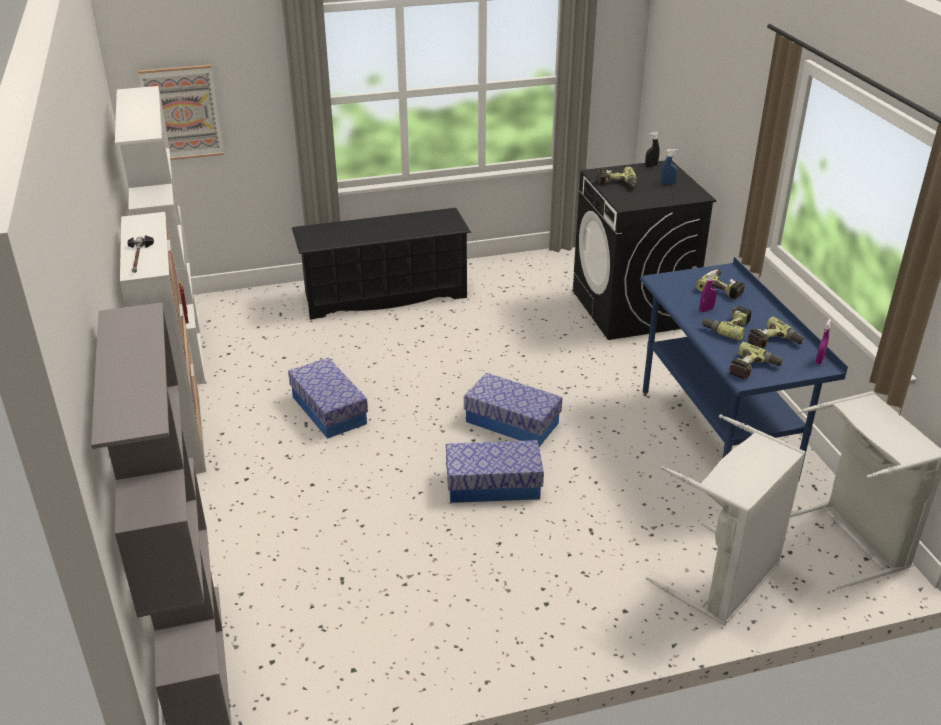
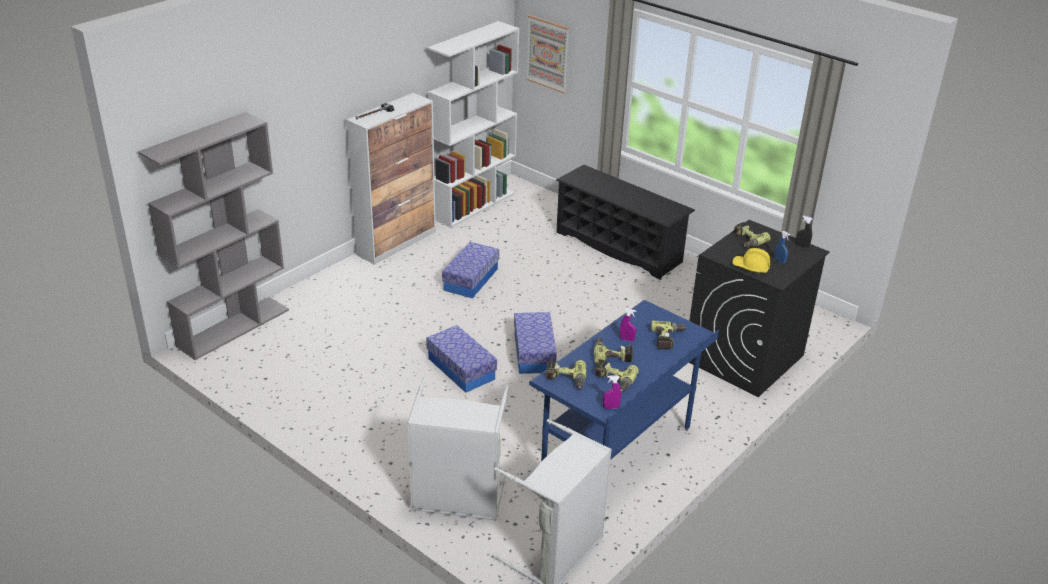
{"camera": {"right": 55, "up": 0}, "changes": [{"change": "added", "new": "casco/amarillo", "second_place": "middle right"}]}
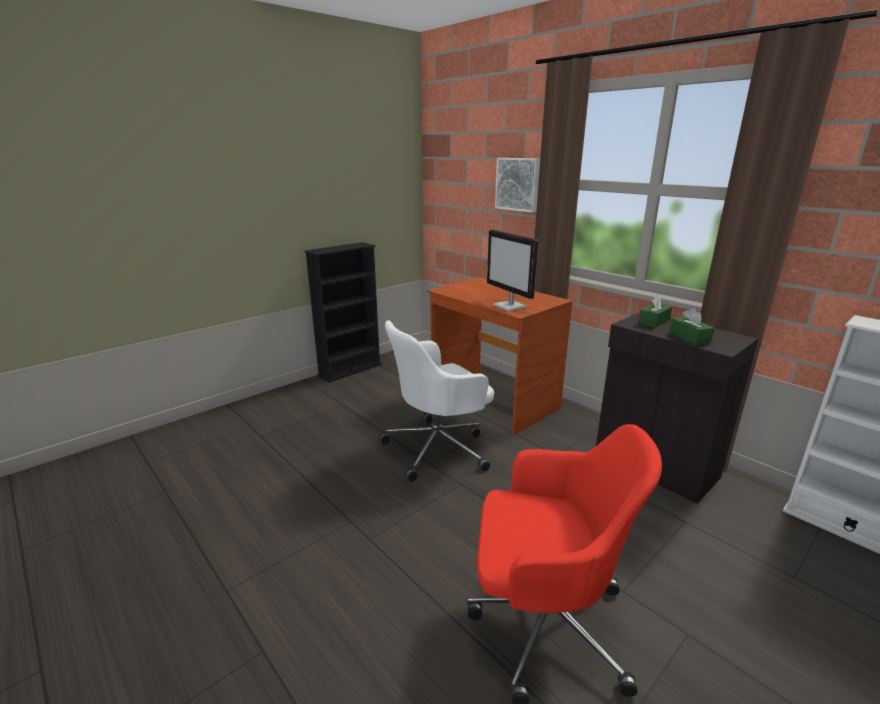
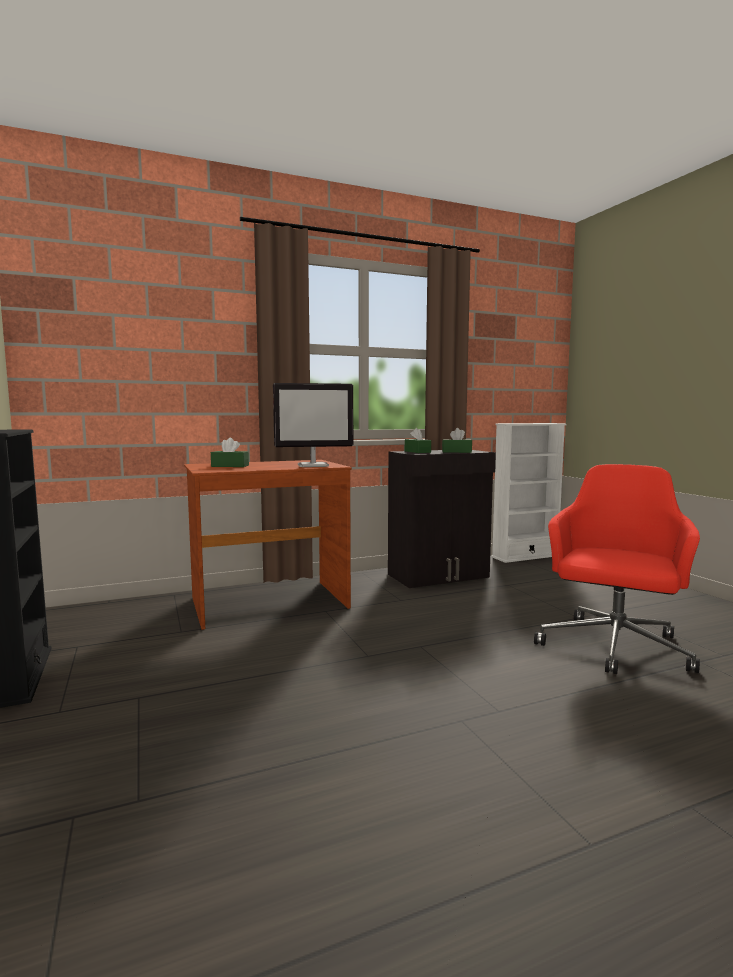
{"camera": {"right": -70, "up": -15}, "changes": [{"change": "removed", "old": "silla de oficina/blanco", "first_place": "centre"}, {"change": "removed", "old": "cuadro", "first_place": "top centre"}, {"change": "added", "new": "caja de pañuelos/verde (1st from left)", "second_place": "middle left"}]}
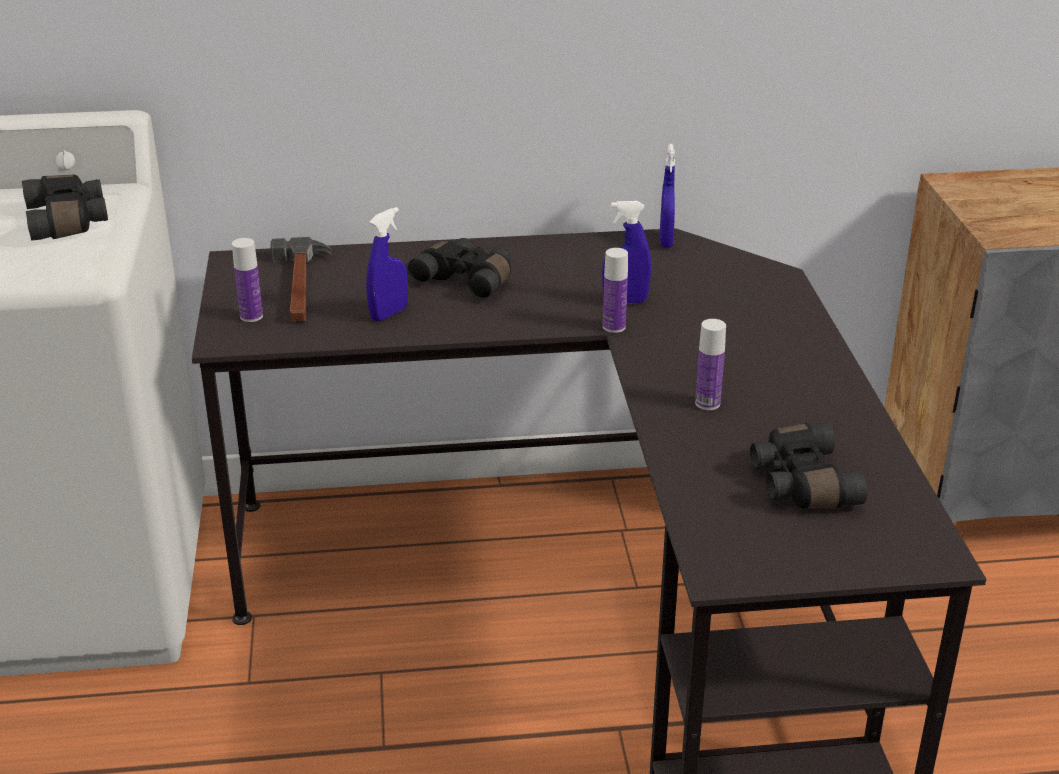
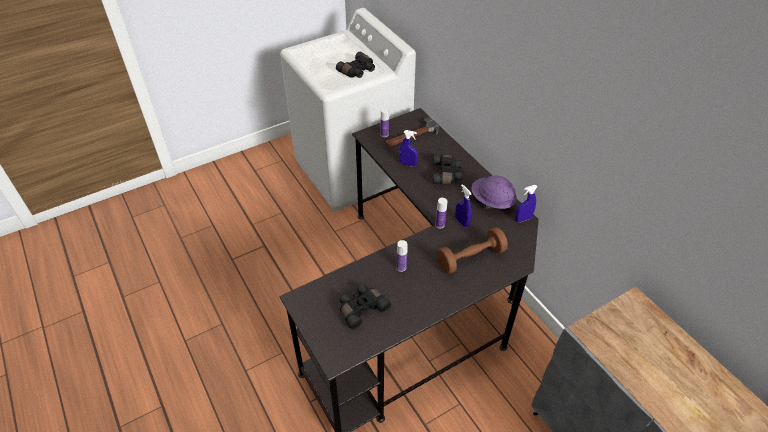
{"camera": {"right": 65, "up": 15}, "changes": [{"change": "added", "new": "mancuerna/marrón", "second_place": "centre"}, {"change": "added", "new": "casco/morado", "second_place": "centre"}]}
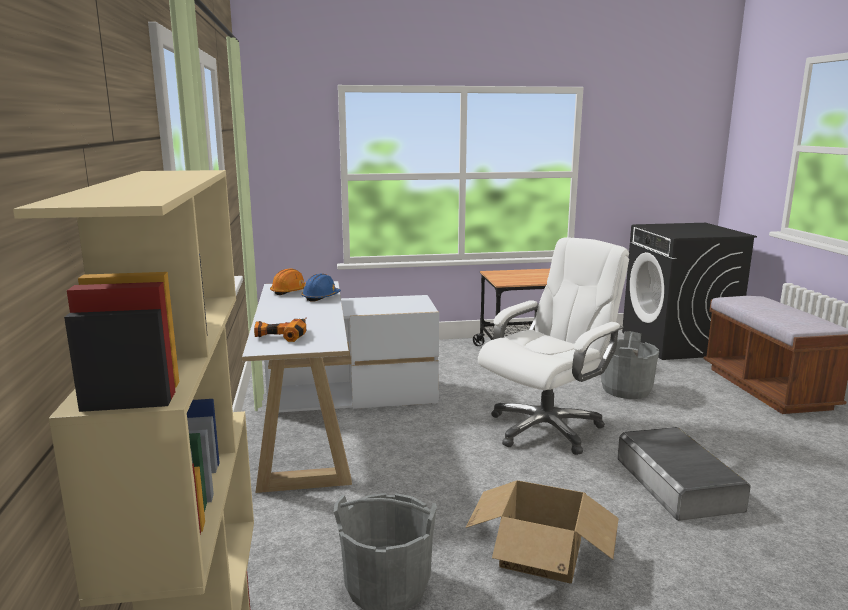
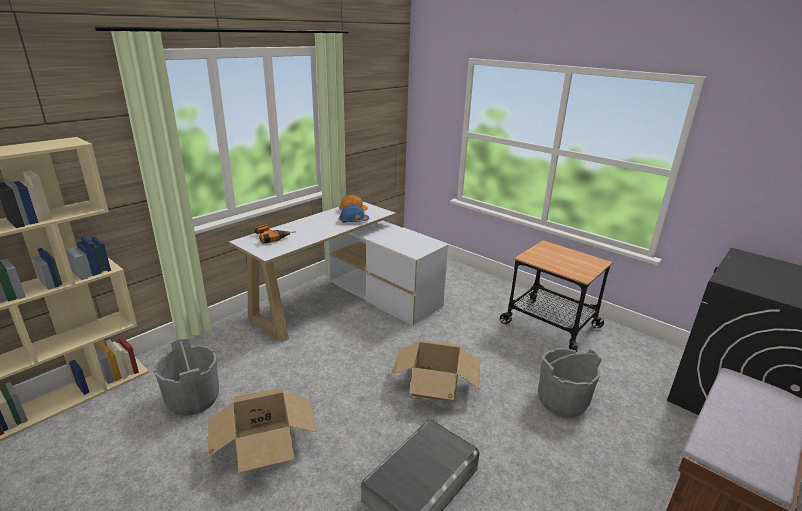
{"camera": {"right": 50, "up": 10}, "changes": [{"change": "replaced", "old": "silla de oficina/blanco", "new": "caja de cartón (2nd from left)", "first_place": "centre", "second_place": "bottom centre"}]}
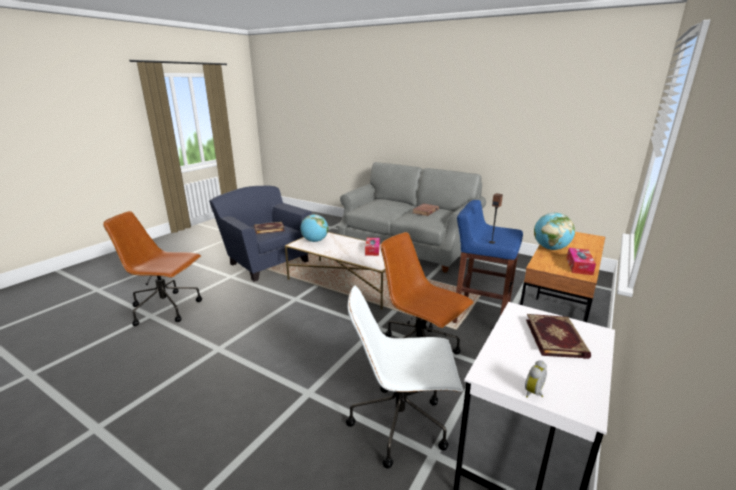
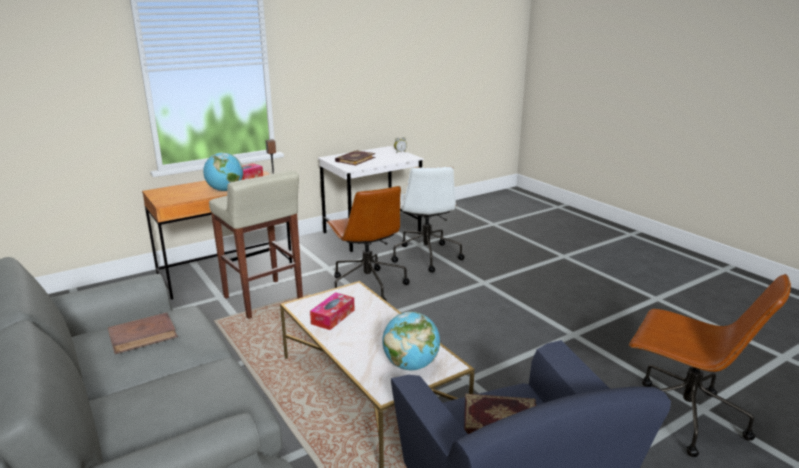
{"camera": {"right": -155, "up": 0}, "changes": [{"change": "turned", "old": "silla de oficina/blanco", "first_place": "bottom centre", "second_place": "centre", "degrees": 60}, {"change": "recoloured", "old": "taburete/azul", "new": "taburete/beis", "first_place": "centre", "second_place": "middle left"}]}
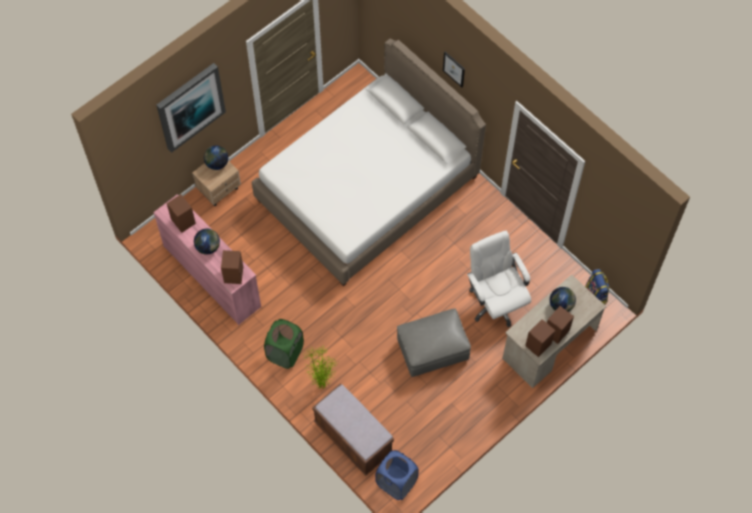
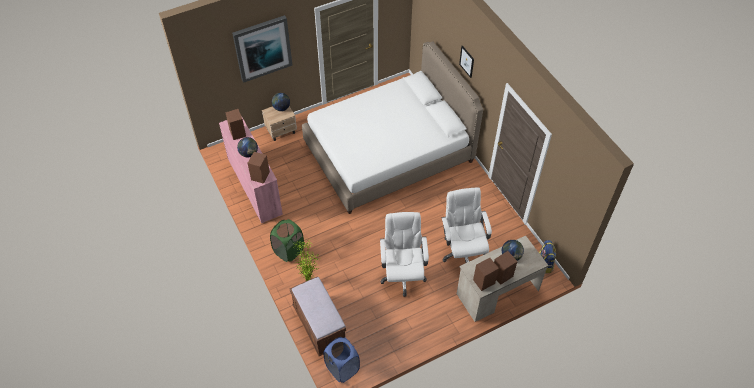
{"camera": {"right": 15, "up": -10}, "changes": [{"change": "replaced", "old": "puf/gris", "new": "silla de oficina/blanco (1st from left)", "first_place": "bottom centre", "second_place": "centre"}]}
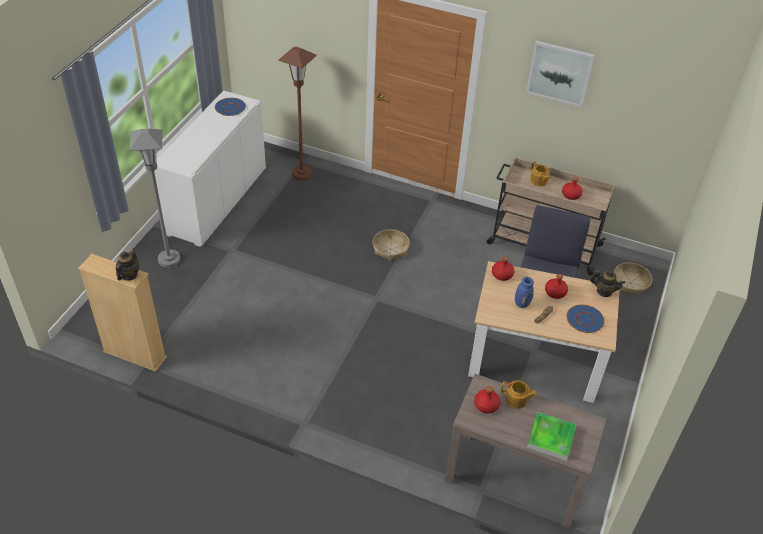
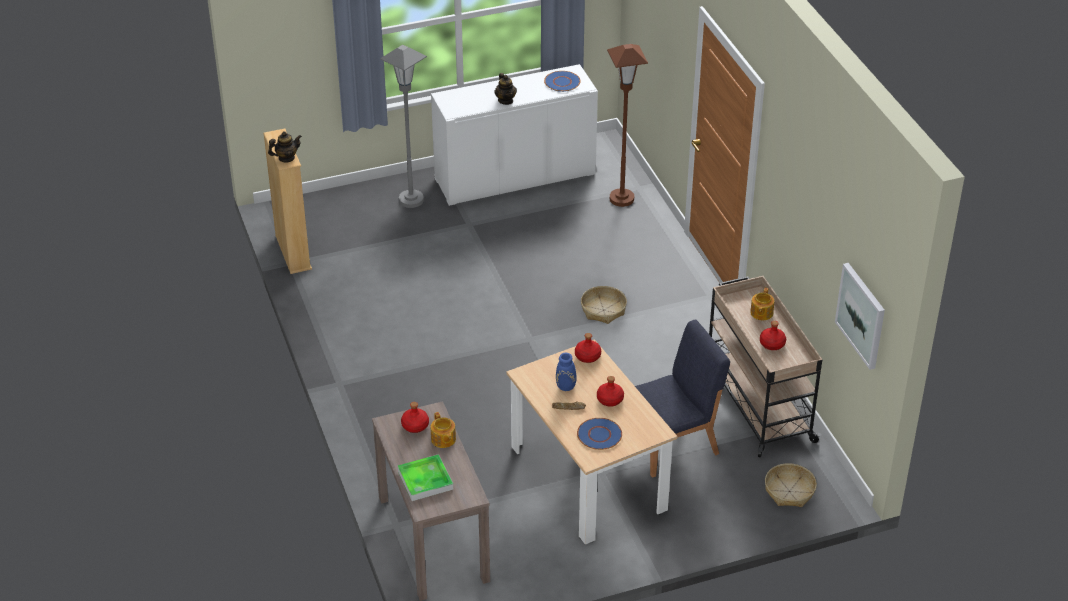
{"camera": {"right": 50, "up": -5}, "changes": [{"change": "moved", "old": "cuadro", "first_place": "top right", "second_place": "middle right"}, {"change": "moved", "old": "tetera (4th from left in the first image)", "new": "tetera (3rd from left)", "first_place": "middle right", "second_place": "top centre"}]}
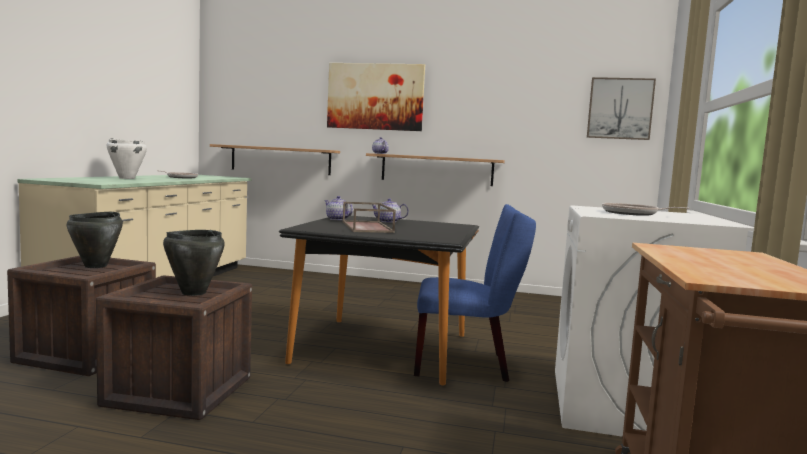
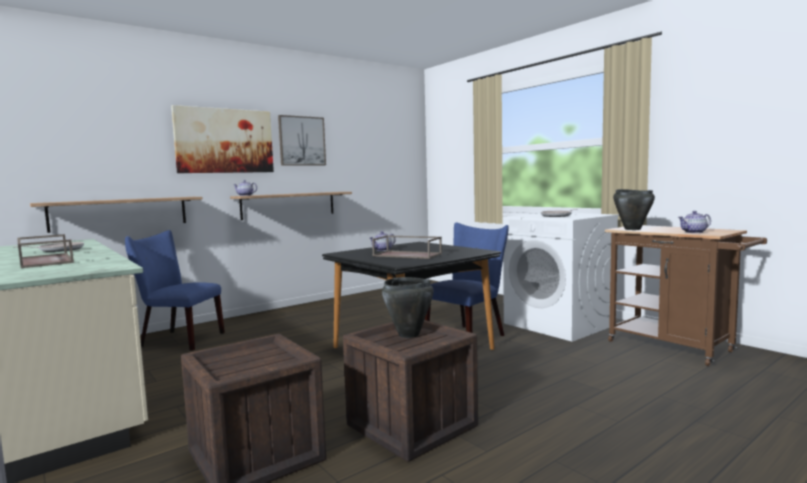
{"camera": {"right": -50, "up": 0}, "changes": [{"change": "moved", "old": "olla/negro (1st from left in the first image)", "new": "olla/negro (2nd from left)", "first_place": "middle left", "second_place": "middle right"}, {"change": "replaced", "old": "olla/blanco", "new": "bandeja/marrón (1st from left)", "first_place": "middle left", "second_place": "middle left"}, {"change": "moved", "old": "tetera (1st from left in the first image)", "new": "tetera (3rd from left)", "first_place": "centre", "second_place": "middle right"}, {"change": "moved", "old": "cuadro (2nd from left)", "first_place": "top right", "second_place": "top centre"}, {"change": "added", "new": "silla/azul (1st from left)", "second_place": "middle left"}]}
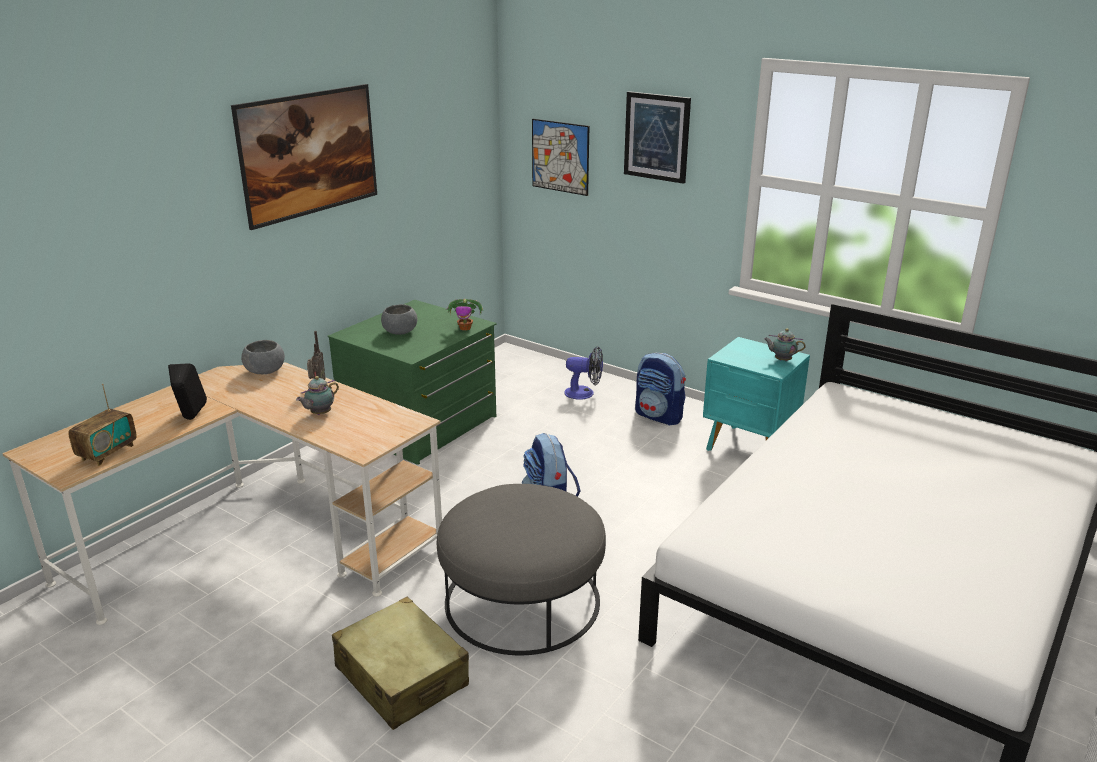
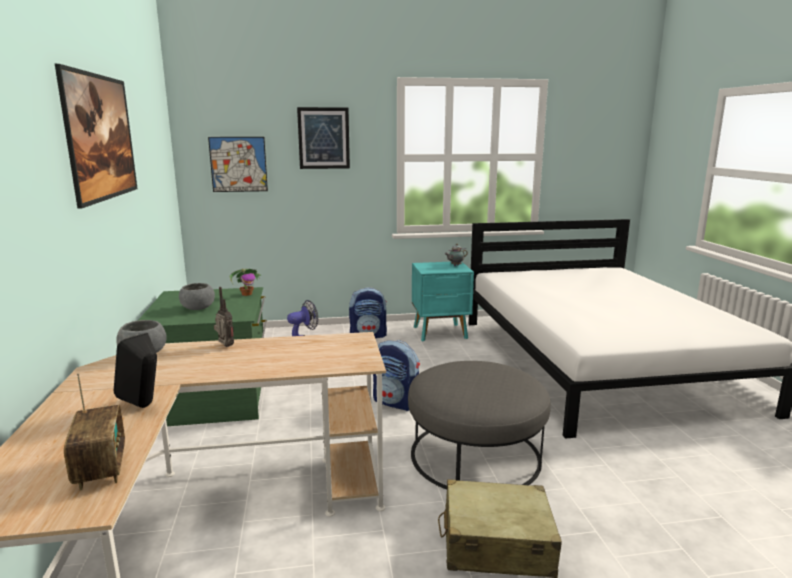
{"camera": {"right": -45, "up": -10}, "changes": [{"change": "removed", "old": "tetera (1st from left)", "first_place": "middle left"}]}
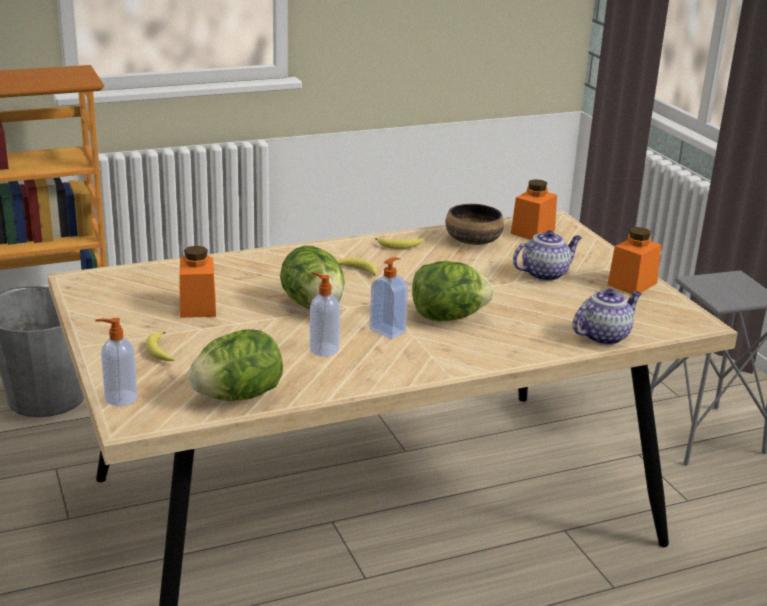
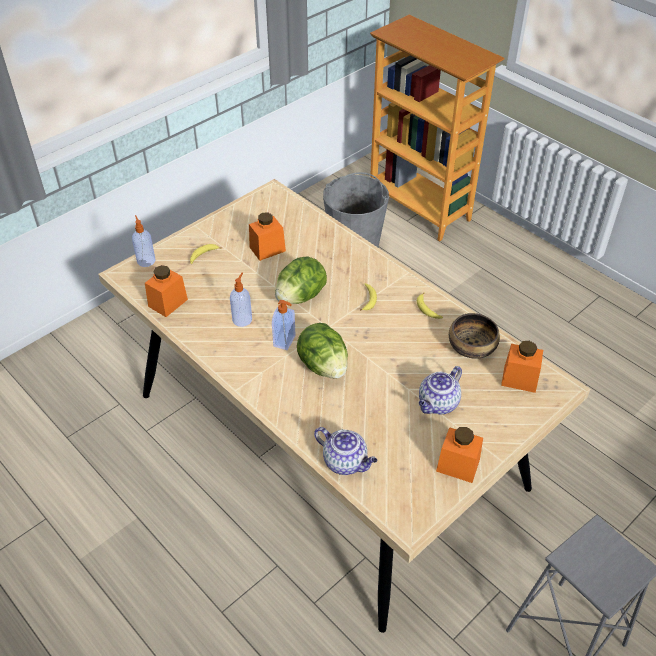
{"camera": {"right": 70, "up": 20}, "changes": [{"change": "replaced", "old": "lechuga (1st from left)", "new": "tarro/naranja (1st from left)", "first_place": "middle left", "second_place": "middle left"}, {"change": "turned", "old": "tetera (1st from left in the first image)", "first_place": "middle right", "second_place": "middle right", "degrees": 90}]}
